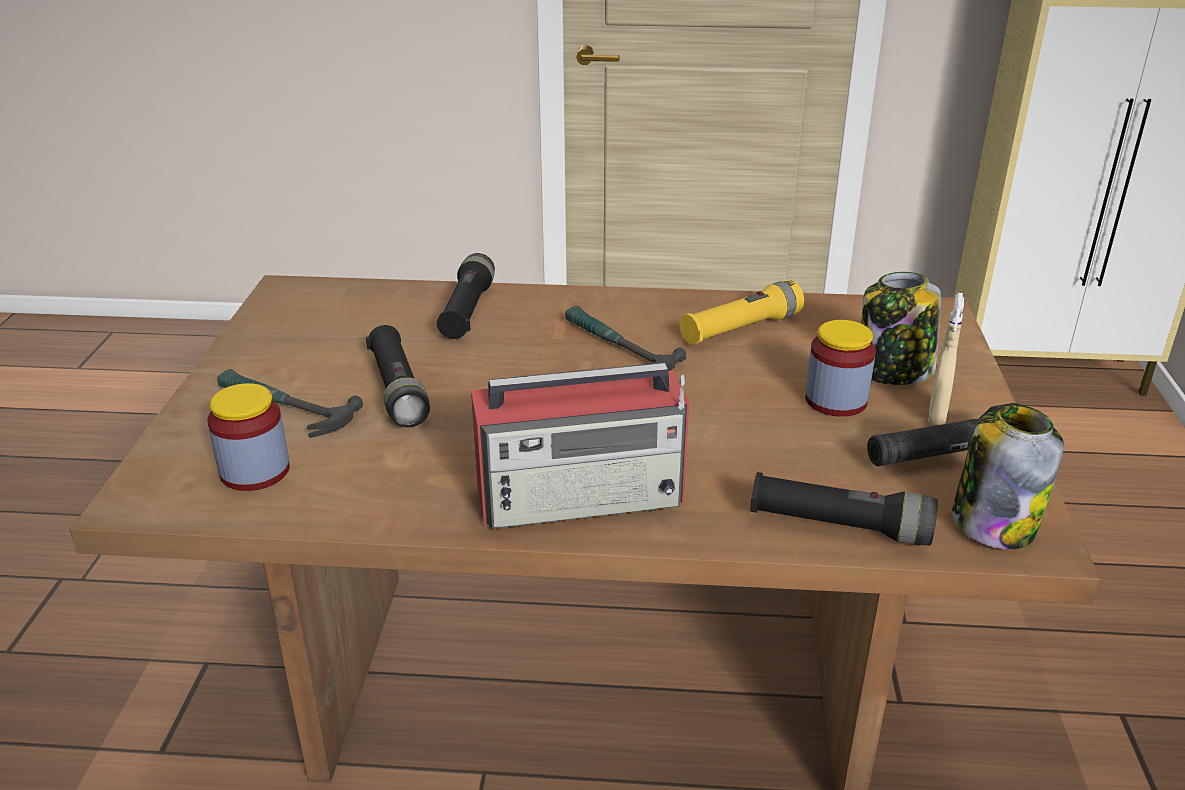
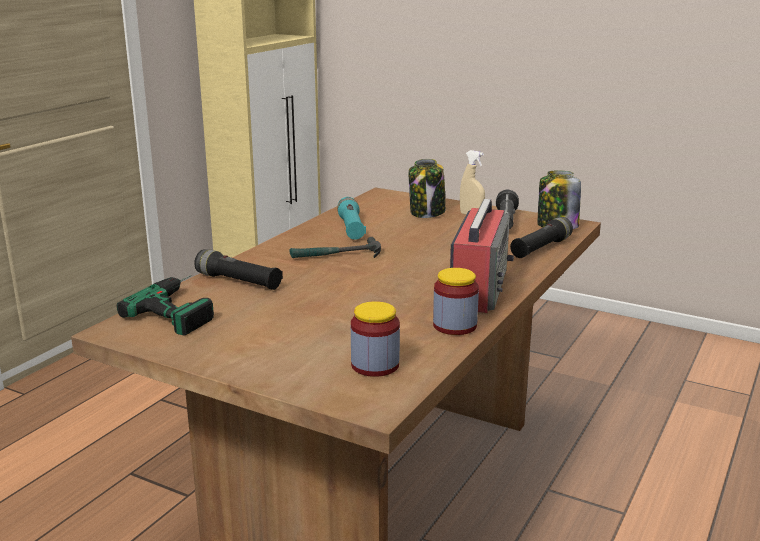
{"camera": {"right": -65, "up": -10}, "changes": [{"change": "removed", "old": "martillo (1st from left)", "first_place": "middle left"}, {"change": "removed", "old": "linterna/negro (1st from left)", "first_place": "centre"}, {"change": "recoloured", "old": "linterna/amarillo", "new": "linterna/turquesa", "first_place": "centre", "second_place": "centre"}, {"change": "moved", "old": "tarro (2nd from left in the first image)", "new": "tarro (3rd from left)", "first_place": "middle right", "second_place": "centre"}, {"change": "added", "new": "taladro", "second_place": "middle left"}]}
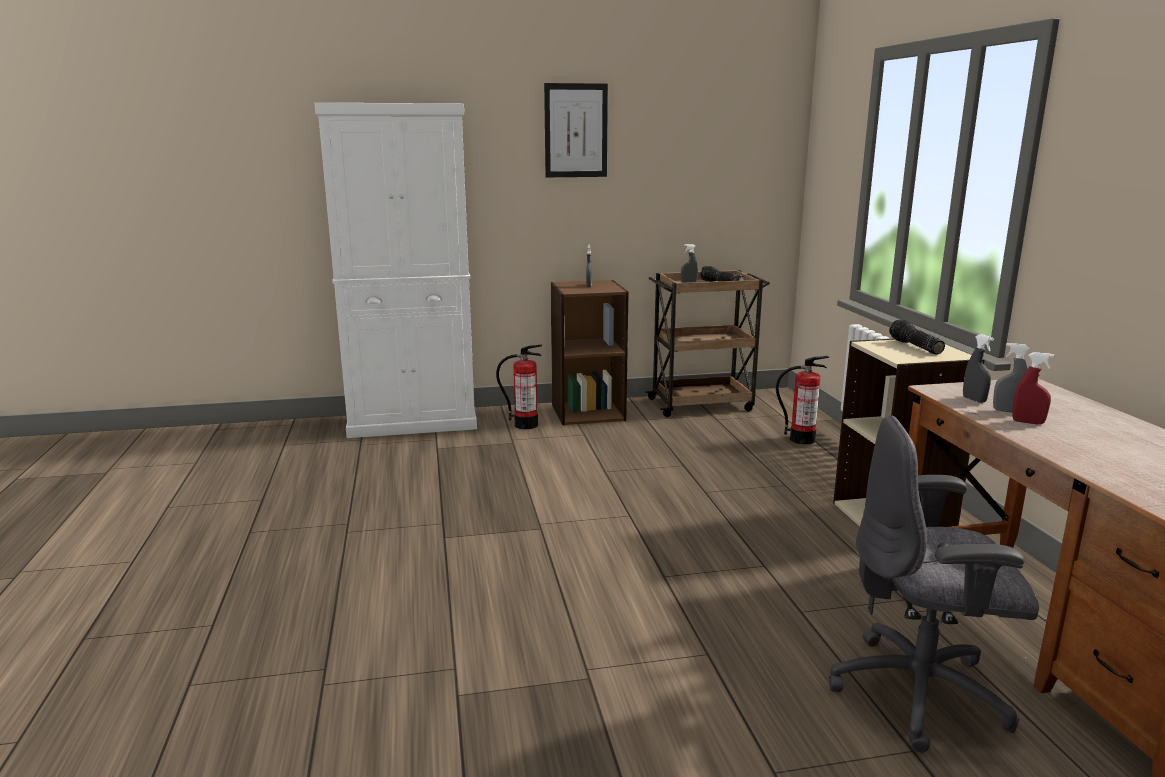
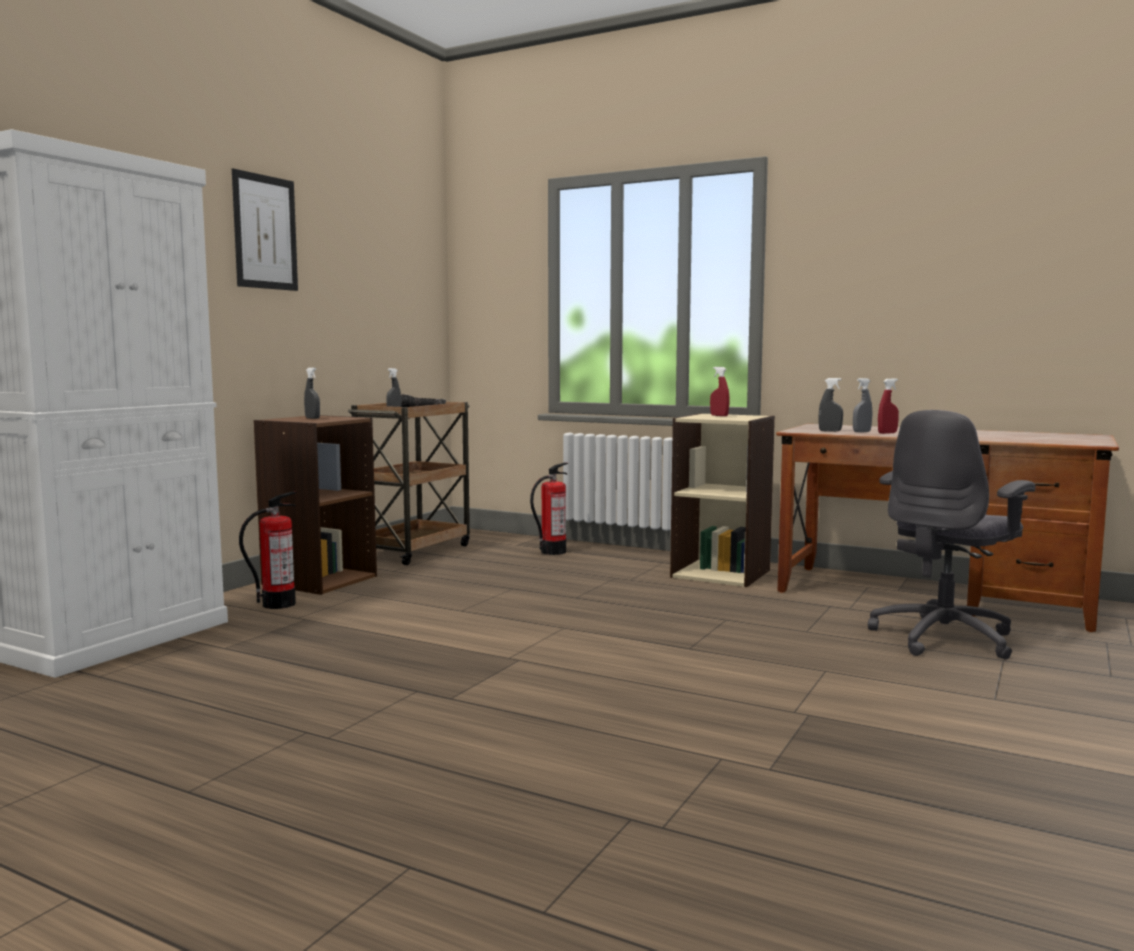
{"camera": {"right": -50, "up": -10}, "changes": [{"change": "replaced", "old": "linterna (2nd from left)", "new": "pulverizador/rojo (1st from left)", "first_place": "middle right", "second_place": "centre"}]}
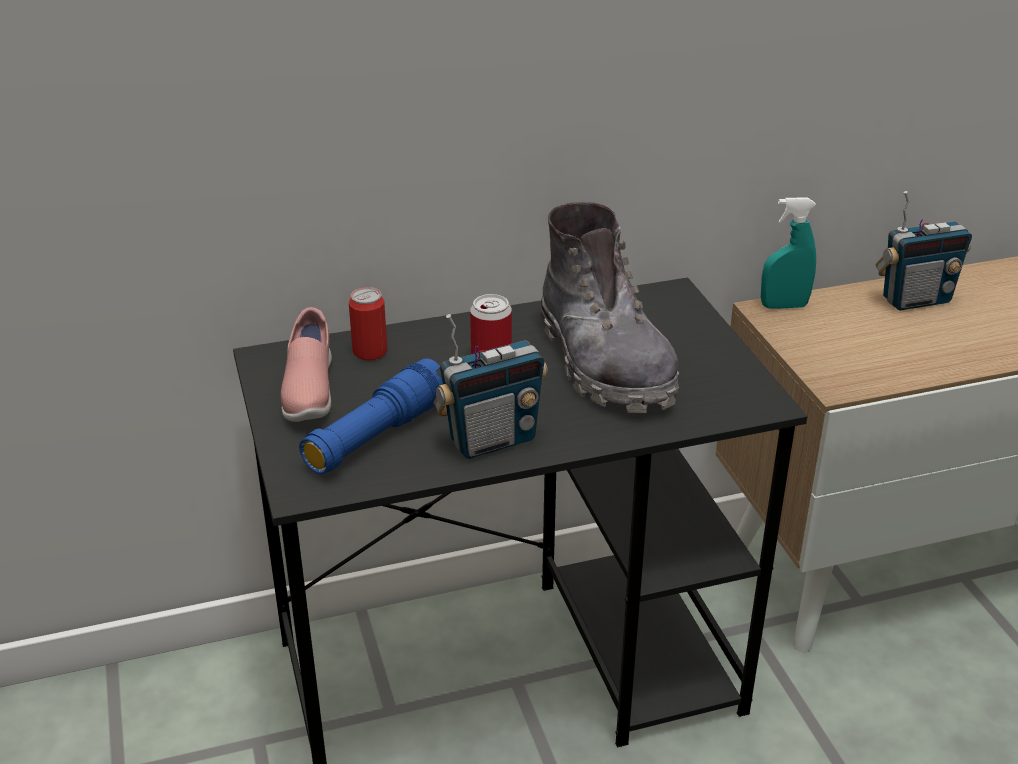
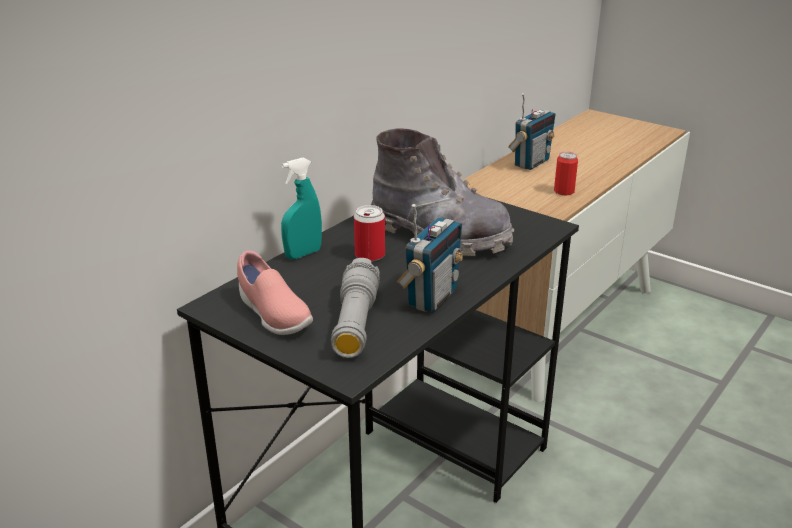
{"camera": {"right": -35, "up": -5}, "changes": [{"change": "recoloured", "old": "linterna/azul", "new": "linterna/gris", "first_place": "centre", "second_place": "centre"}, {"change": "moved", "old": "lata (1st from left in the first image)", "new": "lata (2nd from left)", "first_place": "centre", "second_place": "top right"}, {"change": "moved", "old": "pulverizador/turquesa", "first_place": "top right", "second_place": "centre"}]}
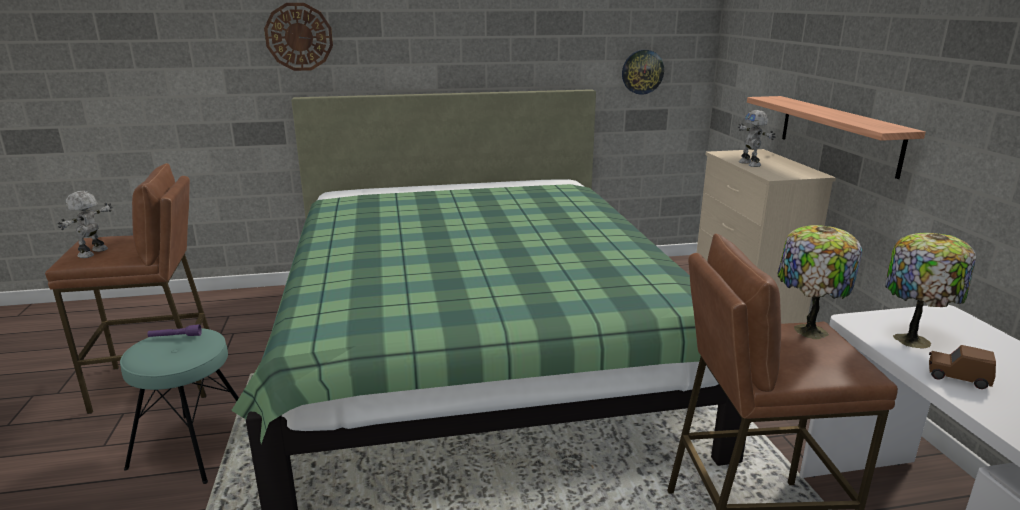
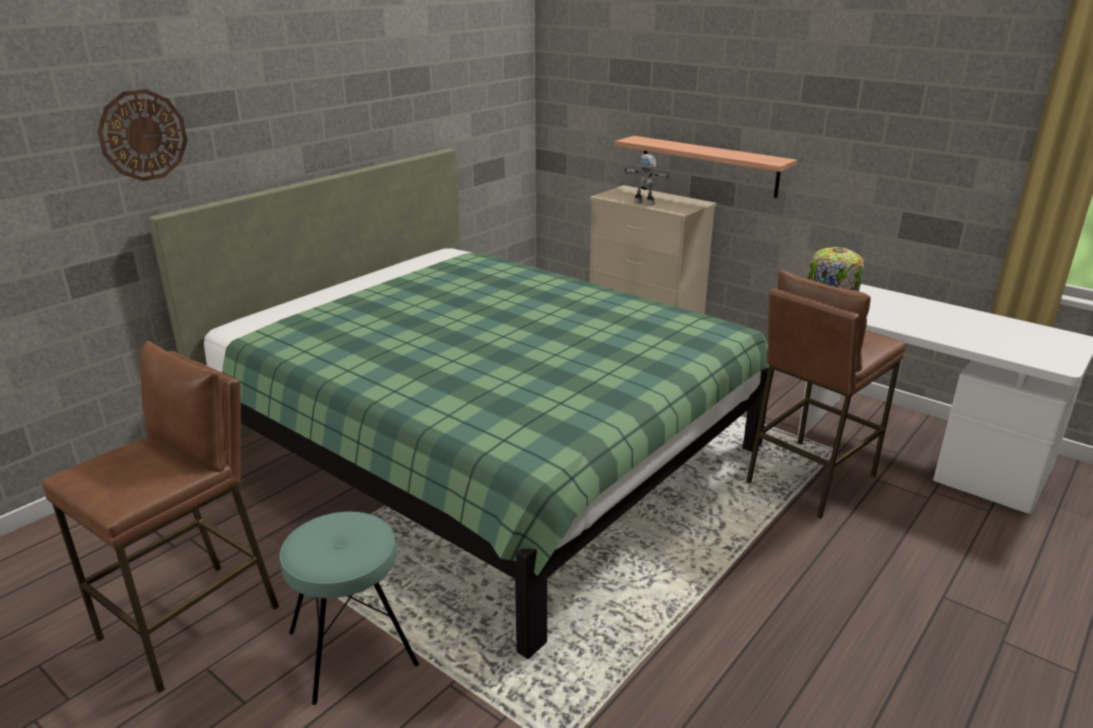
{"camera": {"right": -40, "up": 5}, "changes": [{"change": "removed", "old": "robot de juguete (1st from left)", "first_place": "middle left"}, {"change": "removed", "old": "linterna/morado", "first_place": "middle left"}, {"change": "removed", "old": "reloj de pared (2nd from left)", "first_place": "top centre"}, {"change": "removed", "old": "lámpara de mesa (2nd from left)", "first_place": "middle right"}, {"change": "removed", "old": "coche de juguete/marrón", "first_place": "bottom right"}]}
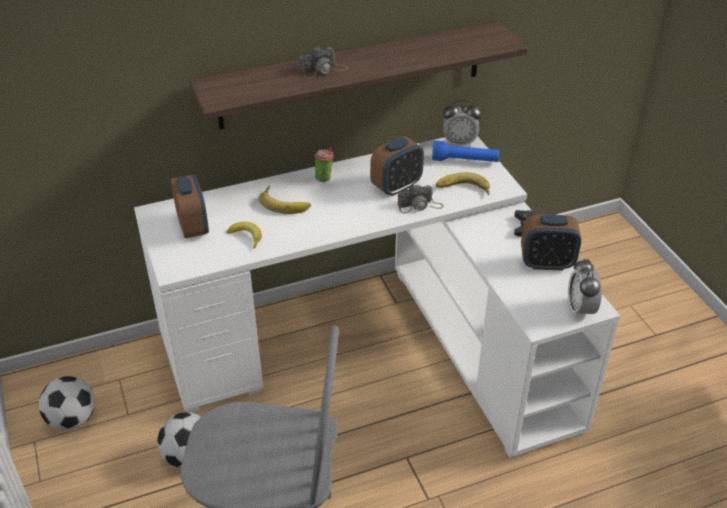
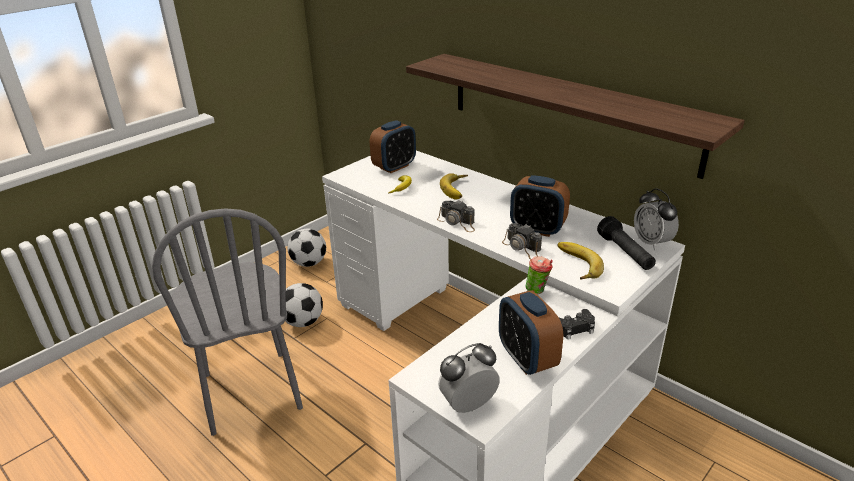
{"camera": {"right": 65, "up": -10}, "changes": [{"change": "moved", "old": "cámara (1st from left)", "first_place": "top centre", "second_place": "centre"}, {"change": "moved", "old": "taza", "first_place": "top centre", "second_place": "centre"}, {"change": "recoloured", "old": "linterna/azul", "new": "linterna/negro", "first_place": "top centre", "second_place": "middle right"}]}
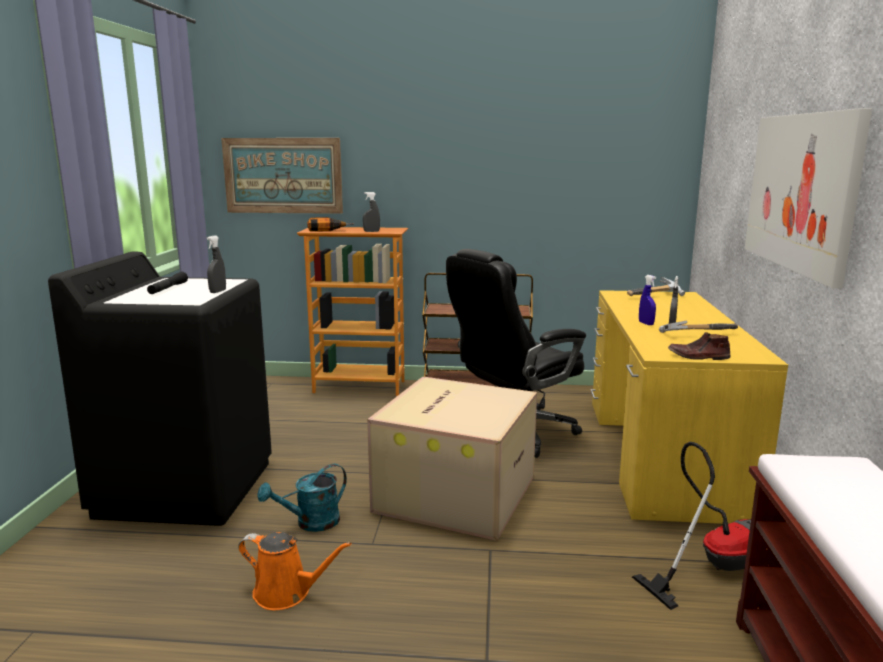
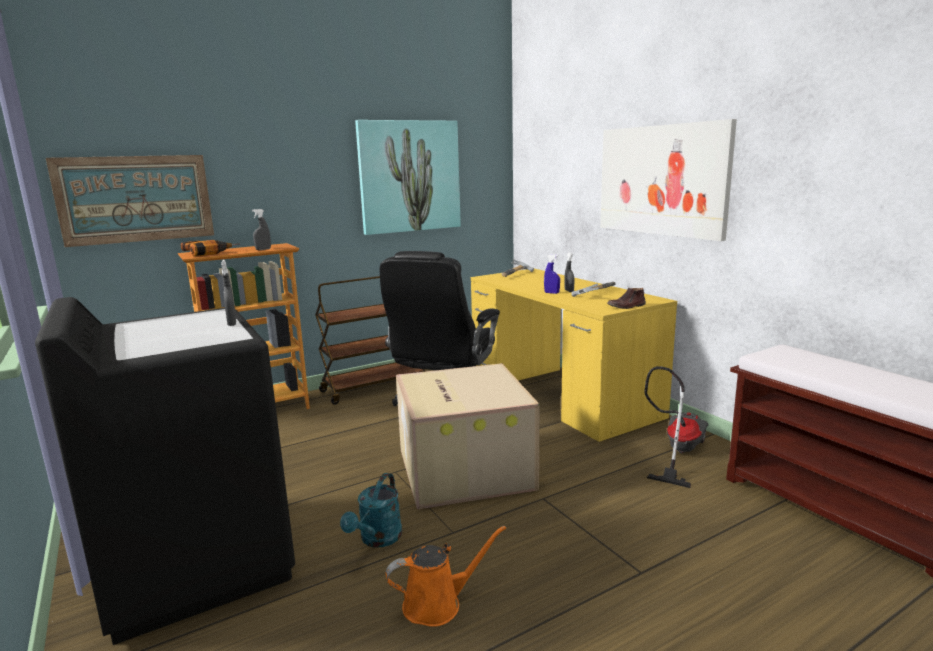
{"camera": {"right": -35, "up": 0}, "changes": [{"change": "removed", "old": "linterna/negro", "first_place": "middle left"}, {"change": "added", "new": "cuadro (2nd from left)", "second_place": "top centre"}]}
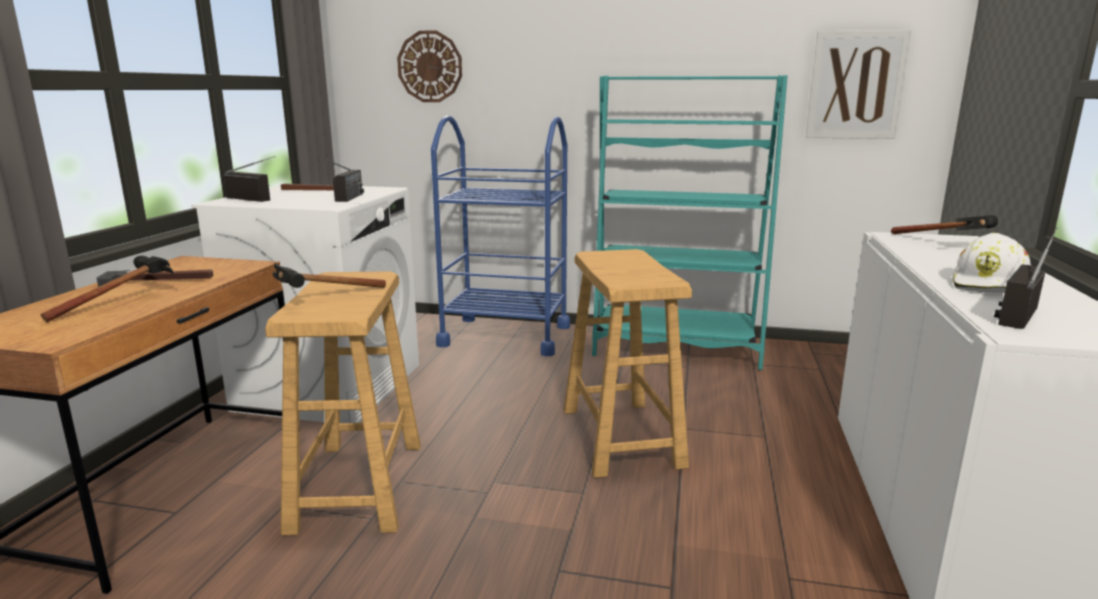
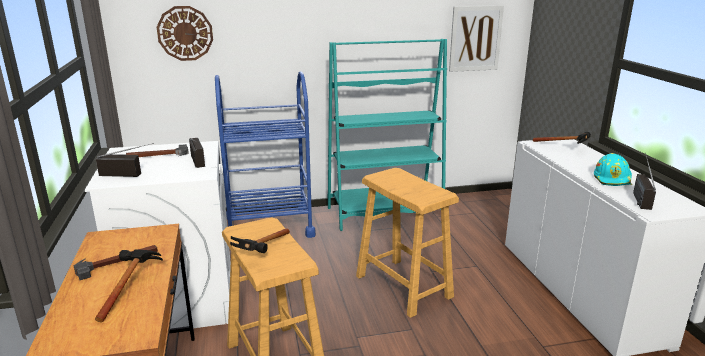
{"camera": {"right": -25, "up": 5}, "changes": [{"change": "recoloured", "old": "casco/blanco", "new": "casco/turquesa", "first_place": "middle right", "second_place": "middle right"}]}
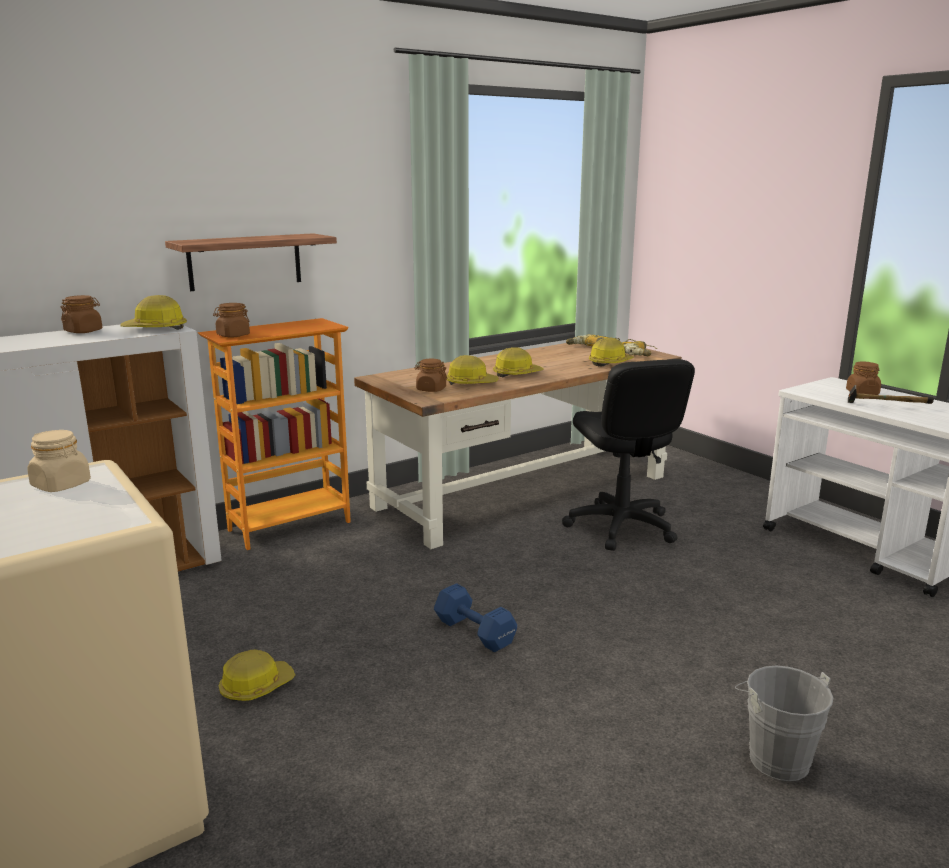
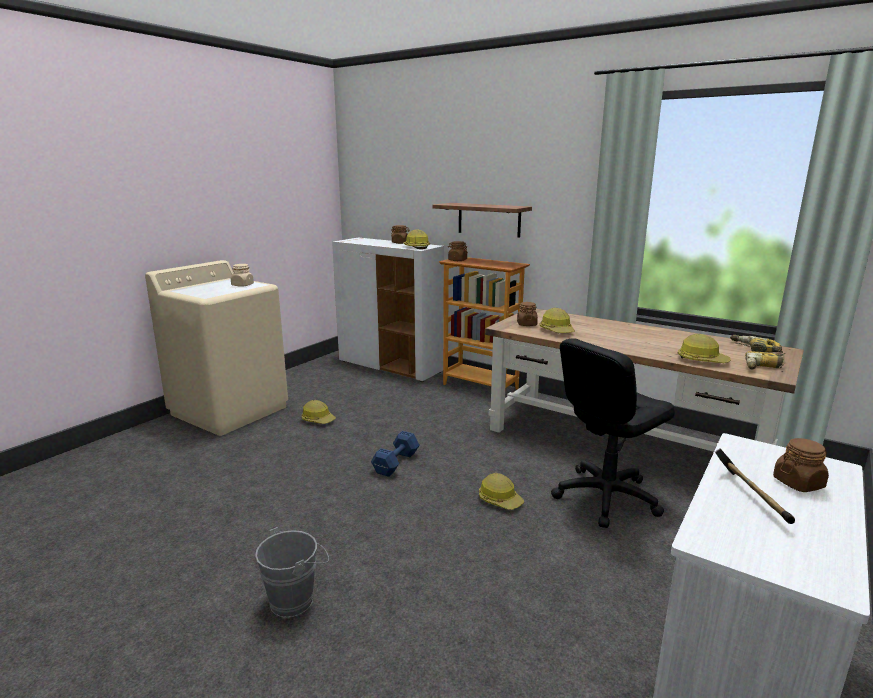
{"camera": {"right": 70, "up": 0}, "changes": [{"change": "moved", "old": "casco (4th from left in the first image)", "new": "casco (3rd from left)", "first_place": "centre", "second_place": "bottom centre"}]}
